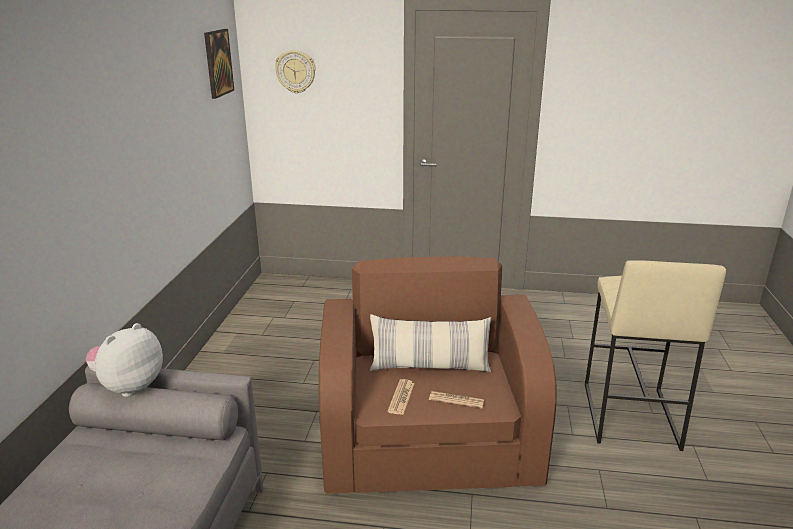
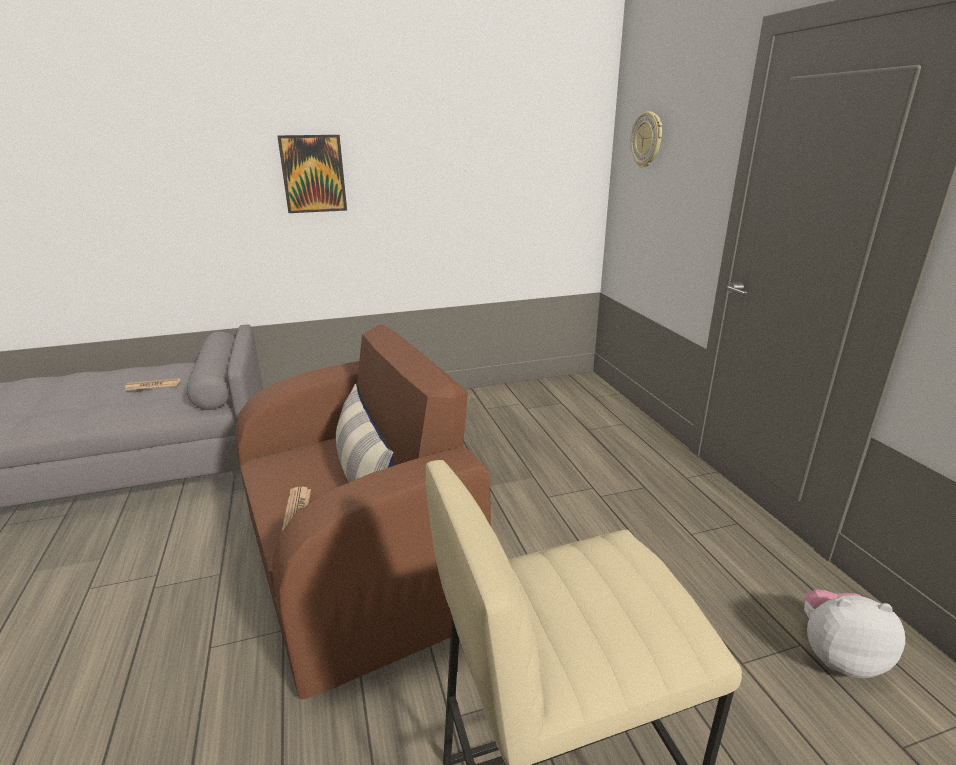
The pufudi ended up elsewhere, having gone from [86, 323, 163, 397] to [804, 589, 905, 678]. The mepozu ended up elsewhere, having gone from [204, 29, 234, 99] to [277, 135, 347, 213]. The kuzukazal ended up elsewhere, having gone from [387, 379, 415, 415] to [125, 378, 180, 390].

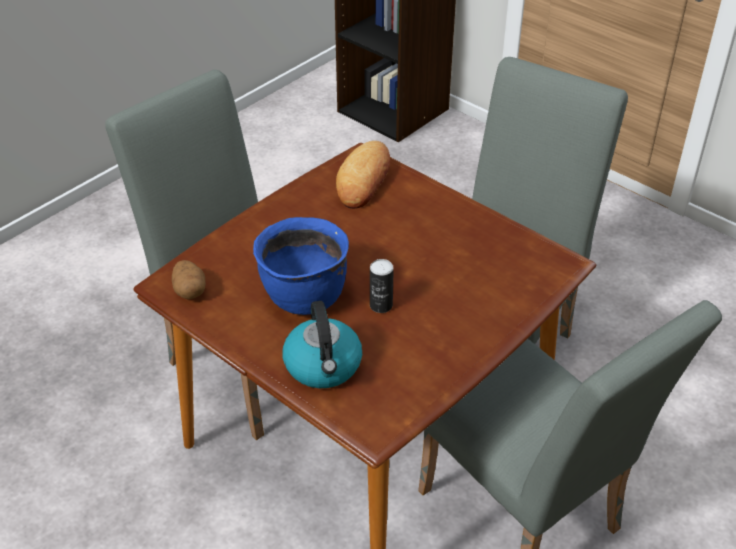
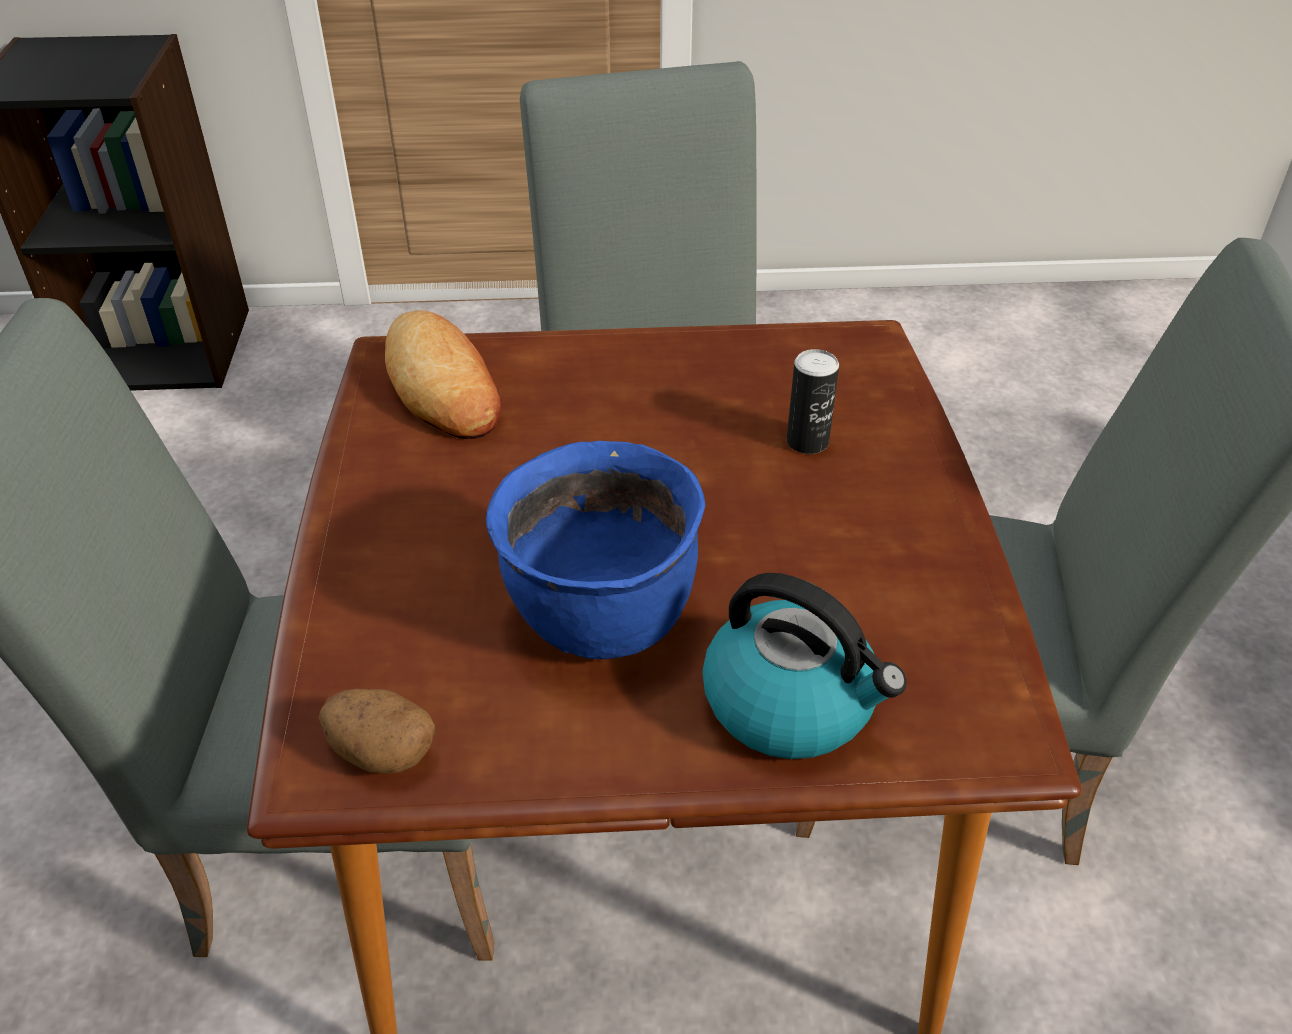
The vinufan ended up elsewhere, having gone from [370, 259, 394, 313] to [787, 349, 839, 454].

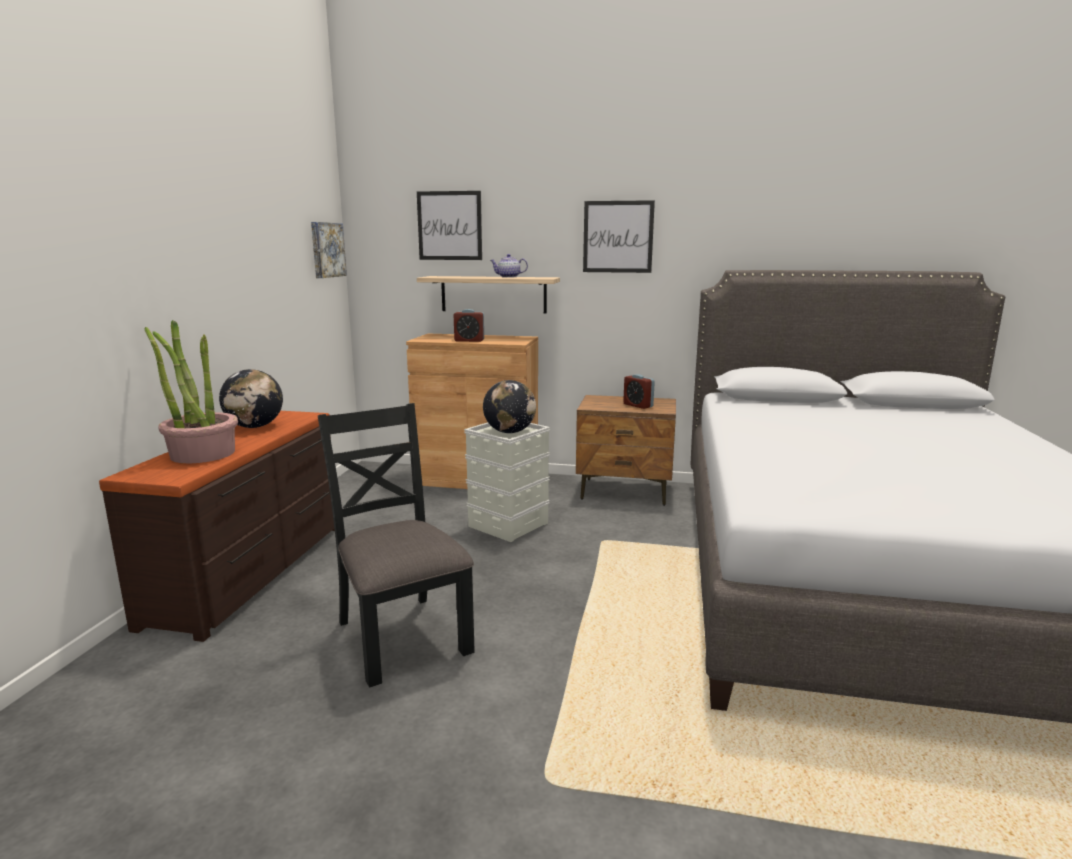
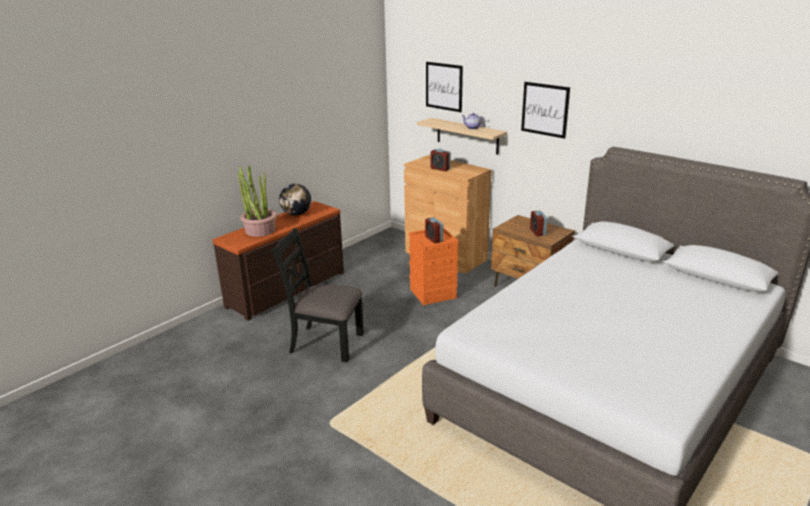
The second view lost the mepozu at [311, 222, 347, 278]. The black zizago at [318, 403, 475, 688] ended up facing another way, 75 degrees counterclockwise from before. What was the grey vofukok at [464, 422, 550, 542] turned into the orange vofukok at [409, 227, 459, 306]. Where the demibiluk stood at [483, 380, 536, 433], the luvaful came to stand at [425, 217, 443, 243].

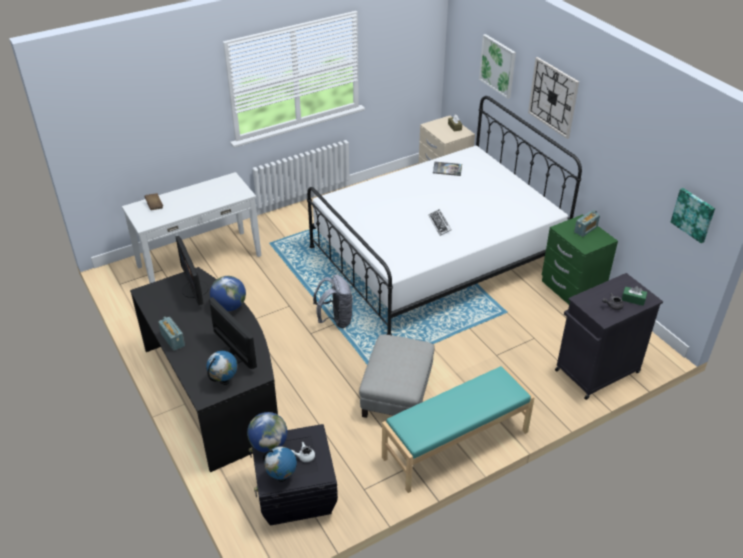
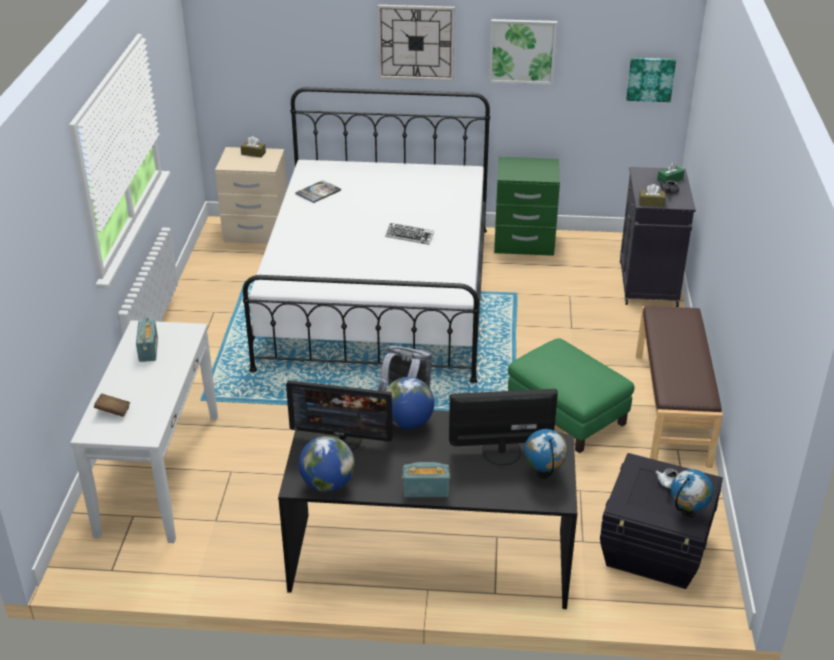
The demibiluk ended up elsewhere, having gone from [247, 412, 287, 453] to [299, 436, 355, 492]. What was the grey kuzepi at [359, 334, 435, 418] turned into the green kuzepi at [508, 338, 634, 453]. What was the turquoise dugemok at [382, 366, 535, 493] turned into the brown dugemok at [636, 306, 723, 468]. The mepozu ended up elsewhere, having gone from [479, 34, 516, 99] to [489, 19, 557, 85]. The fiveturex ended up elsewhere, having gone from [574, 210, 600, 237] to [136, 318, 158, 362]. The second view gained the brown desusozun at [639, 184, 666, 207].

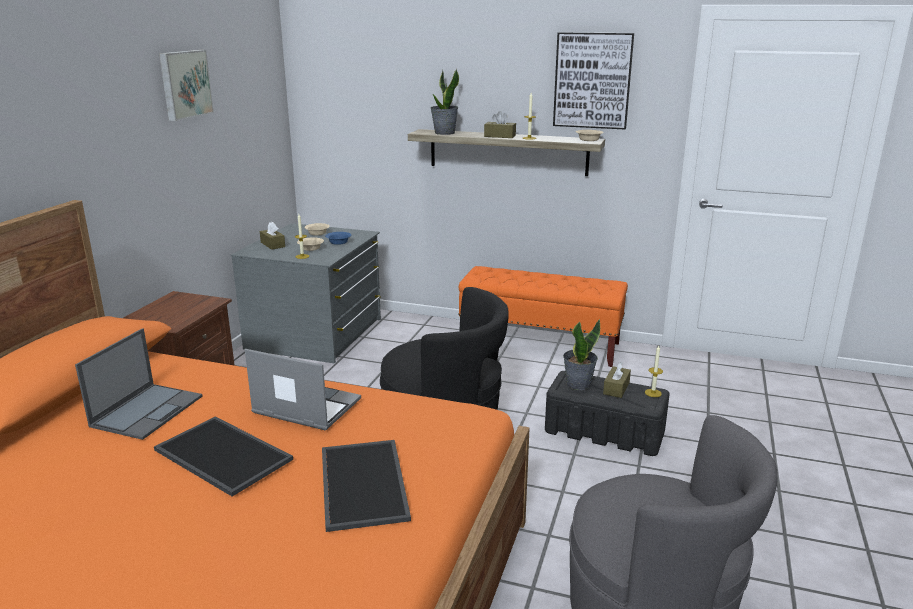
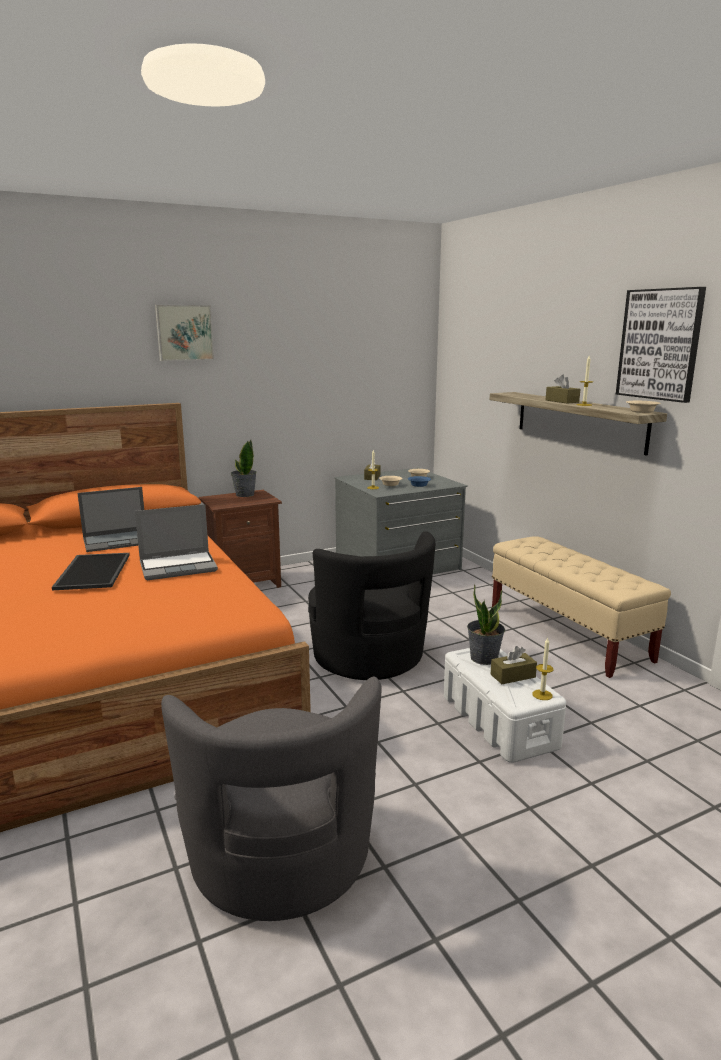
The mepozu ended up elsewhere, having gone from [159, 50, 214, 121] to [155, 305, 214, 361]. The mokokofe at [245, 349, 361, 430] ended up facing another way, 90 degrees clockwise from before. The second view lost the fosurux at [322, 440, 411, 532]. The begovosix ended up elsewhere, having gone from [431, 69, 459, 135] to [231, 440, 257, 497]. What was the orange dugemok at [458, 266, 628, 367] turned into the beige dugemok at [492, 536, 671, 678]. What was the black vofukok at [545, 371, 670, 456] turned into the white vofukok at [444, 648, 566, 763].

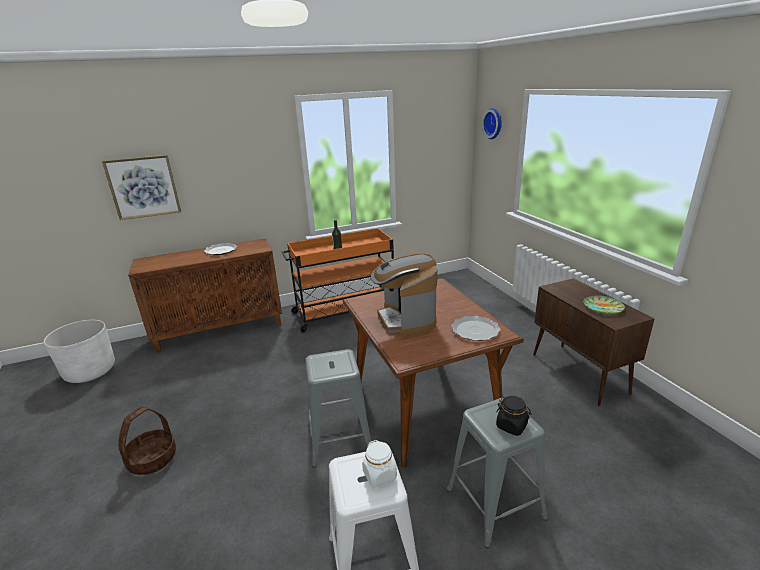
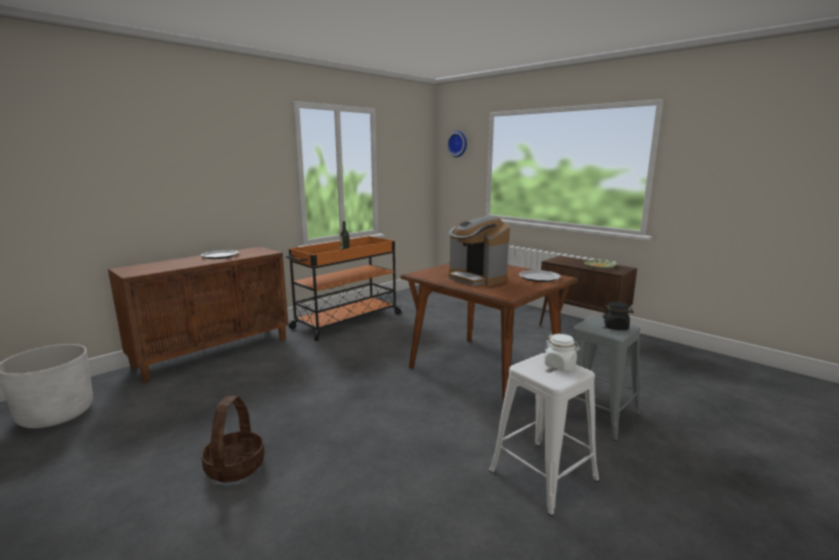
The second view lost the mepozu at [102, 155, 181, 220]. The second view lost the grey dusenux at [305, 349, 371, 468].

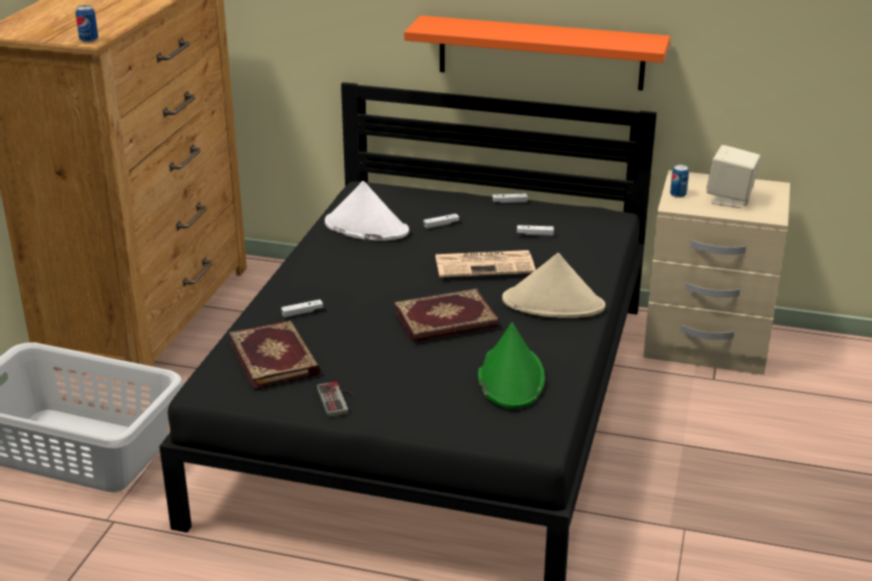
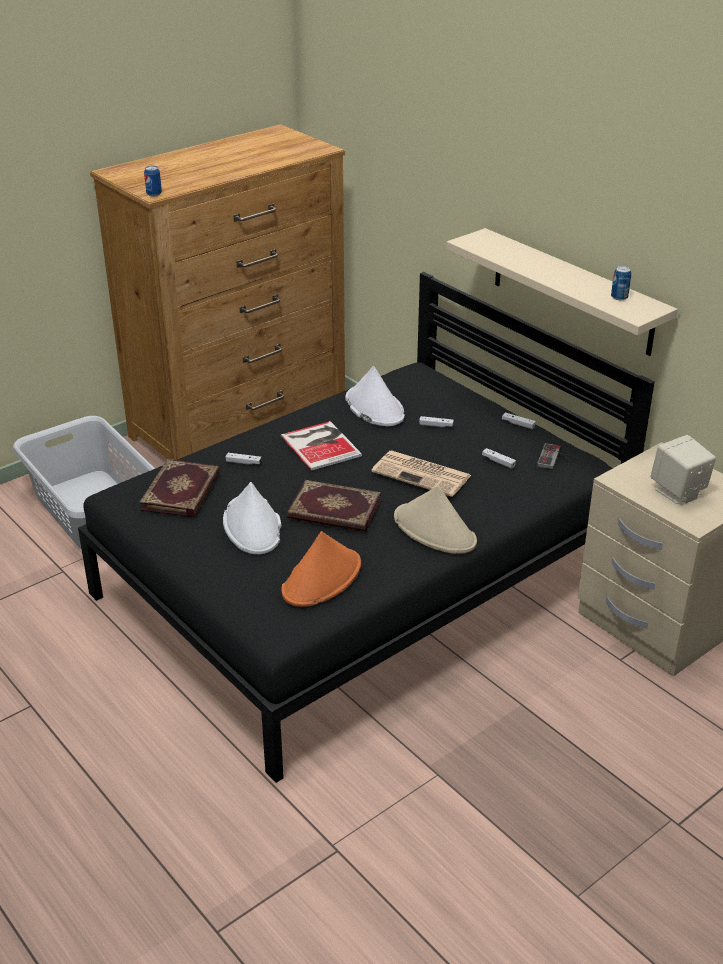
The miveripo ended up elsewhere, having gone from [317, 382, 355, 417] to [537, 443, 567, 470]. What was the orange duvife at [404, 15, 670, 91] turned into the beige duvife at [446, 228, 678, 356]. What was the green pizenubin at [478, 322, 545, 409] turned into the orange pizenubin at [281, 531, 361, 607]. The vinufan ended up elsewhere, having gone from [670, 165, 689, 198] to [611, 266, 631, 300]. The second view gained the white pizenubin at [223, 482, 281, 554]. The second view gained the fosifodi at [281, 421, 362, 471].

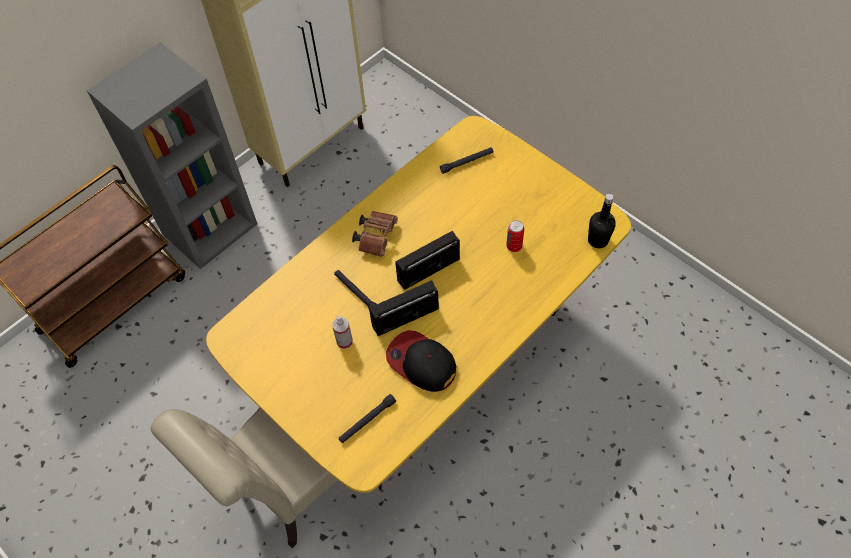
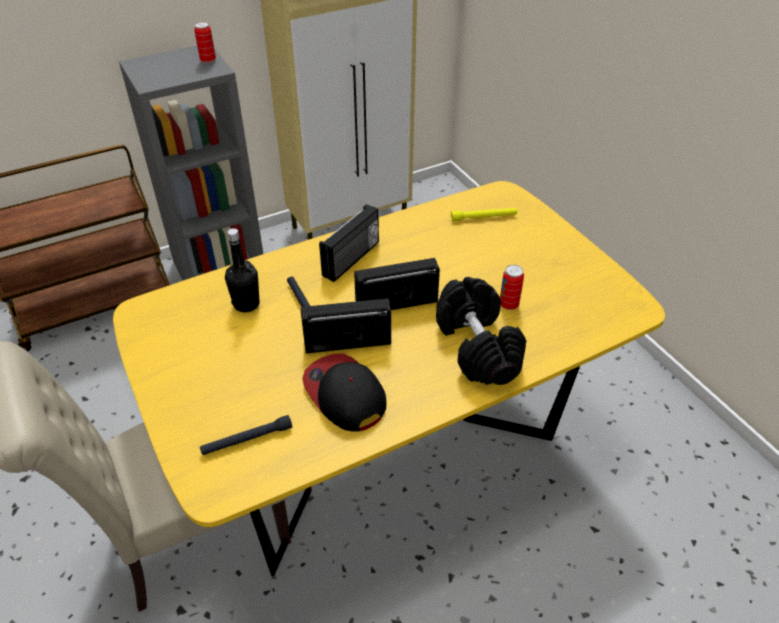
The second view lost the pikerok at [332, 315, 353, 349]. Where the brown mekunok stood at [352, 211, 398, 257], the fiveturex came to stand at [319, 204, 379, 282]. What was the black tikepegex at [440, 147, 493, 174] turned into the yellow tikepegex at [451, 208, 517, 221]. The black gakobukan ended up elsewhere, having gone from [588, 193, 616, 248] to [225, 228, 260, 312]. The second view gained the vinufan at [194, 22, 216, 63]. The second view gained the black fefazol at [436, 277, 526, 385].

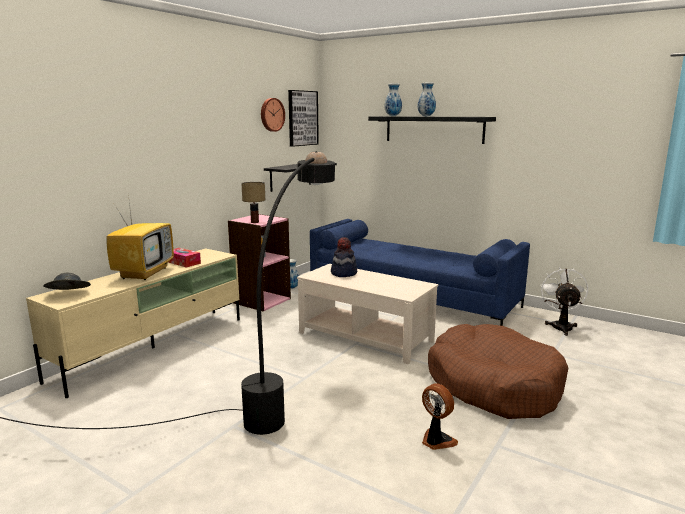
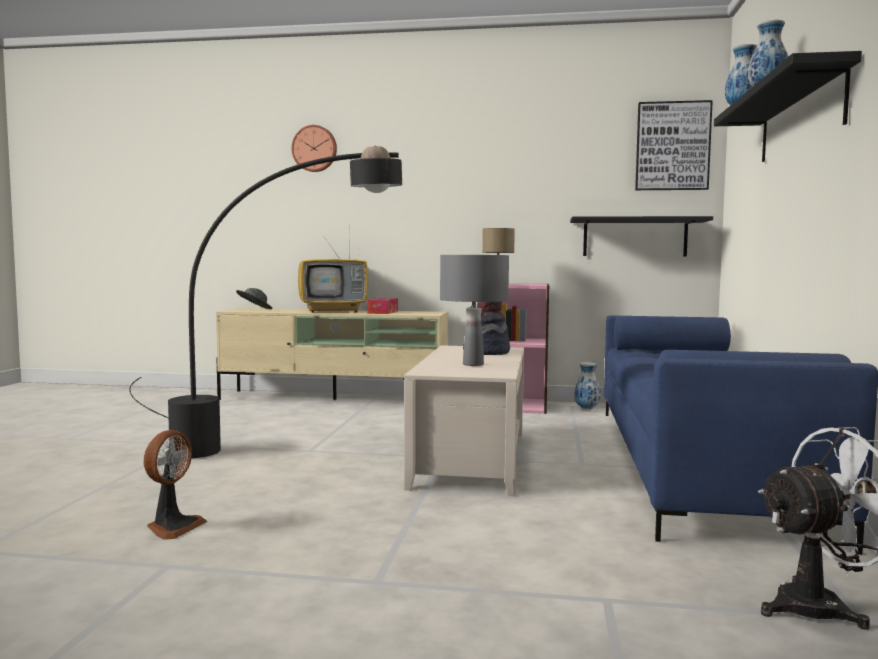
The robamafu ended up elsewhere, having gone from [261, 98, 285, 132] to [291, 125, 337, 172]. The second view lost the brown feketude at [428, 324, 568, 419]. The second view gained the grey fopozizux at [440, 255, 509, 366].

